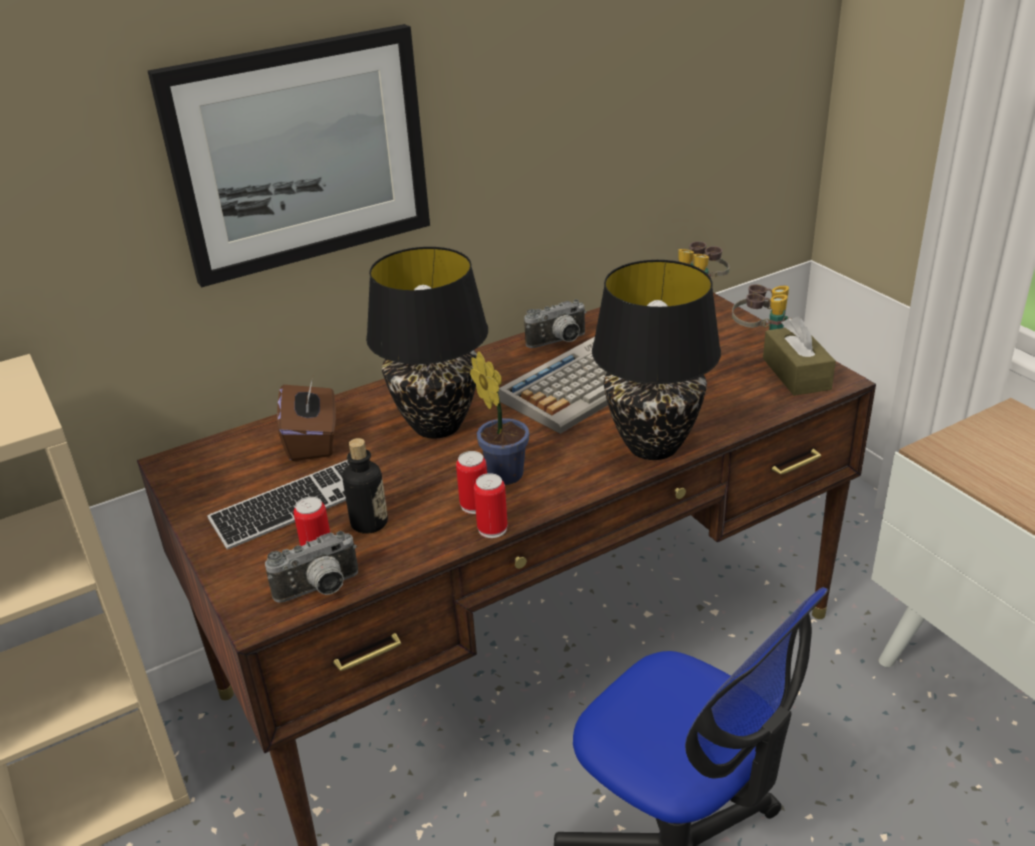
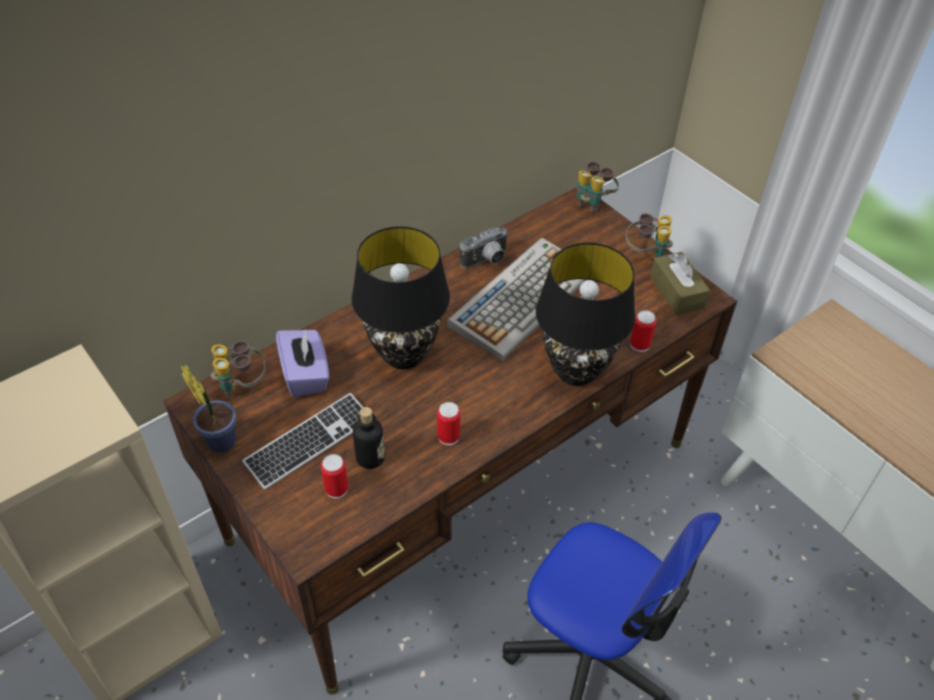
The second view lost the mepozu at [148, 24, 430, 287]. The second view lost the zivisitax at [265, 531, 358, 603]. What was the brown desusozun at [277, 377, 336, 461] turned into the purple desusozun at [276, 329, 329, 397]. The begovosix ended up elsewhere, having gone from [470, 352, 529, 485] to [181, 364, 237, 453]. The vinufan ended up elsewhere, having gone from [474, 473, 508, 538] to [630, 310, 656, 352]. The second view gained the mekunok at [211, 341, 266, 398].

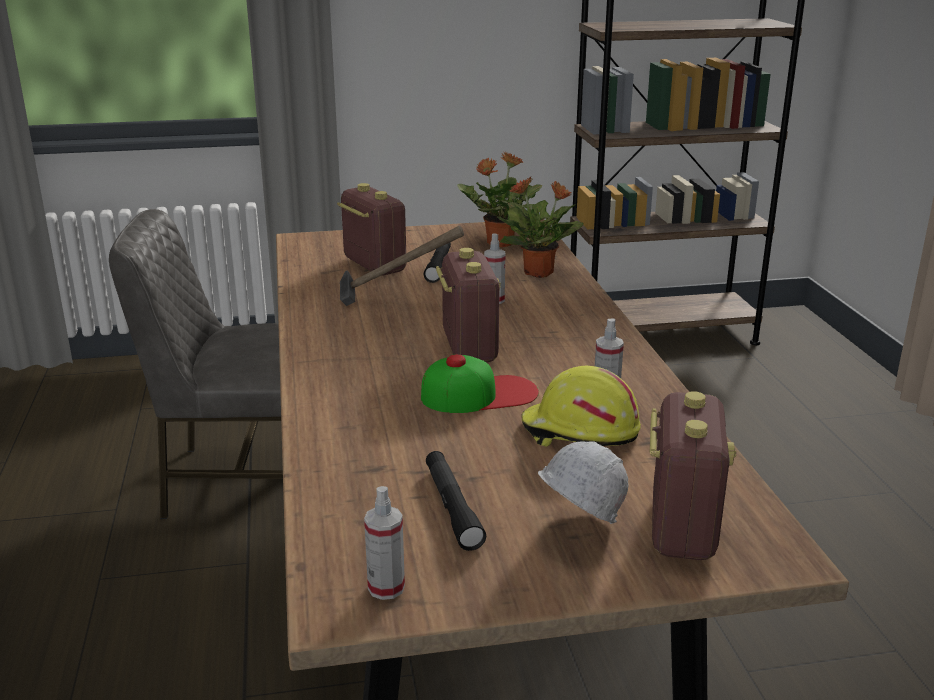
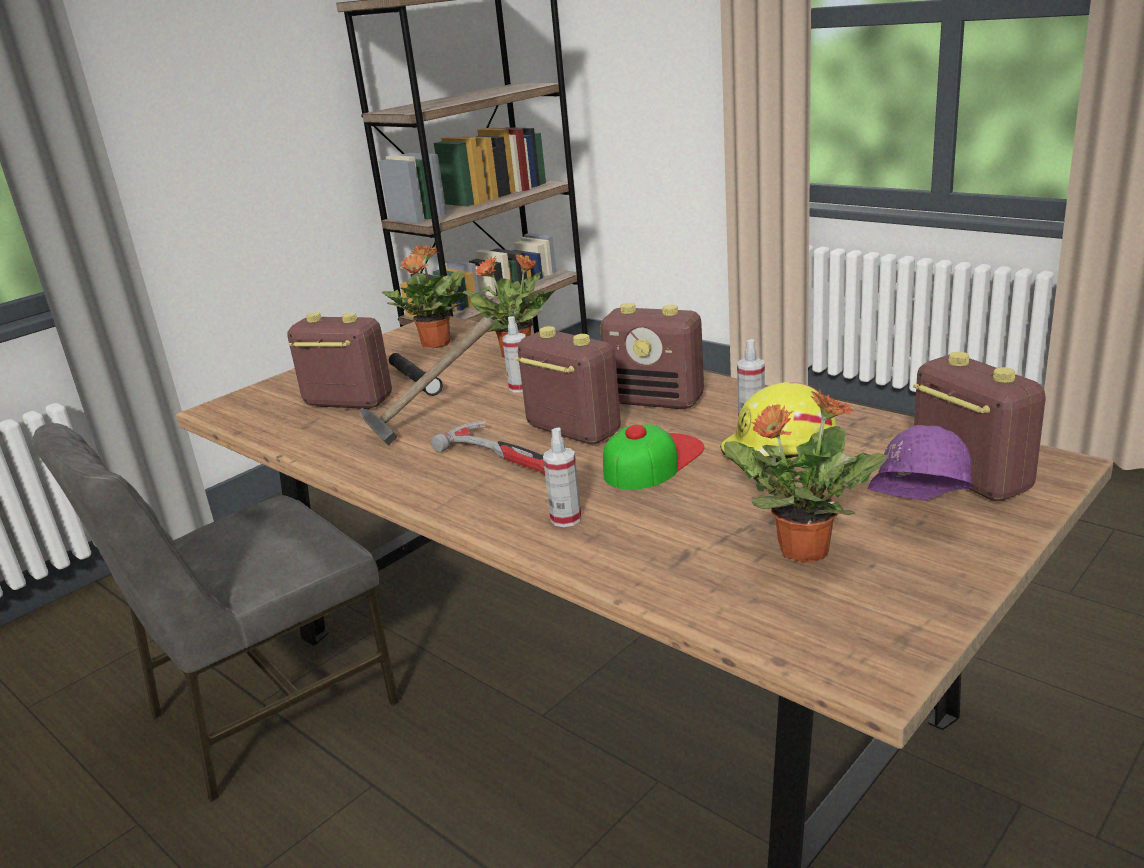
The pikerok ended up elsewhere, having gone from [364, 486, 405, 600] to [543, 428, 581, 527]. Where the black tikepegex stood at [426, 451, 486, 551], the begovosix came to stand at [724, 388, 887, 563]. What was the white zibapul at [538, 441, 628, 524] turned into the purple zibapul at [868, 425, 974, 501]. The second view gained the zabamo at [431, 421, 545, 475]. The second view gained the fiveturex at [600, 303, 704, 409].

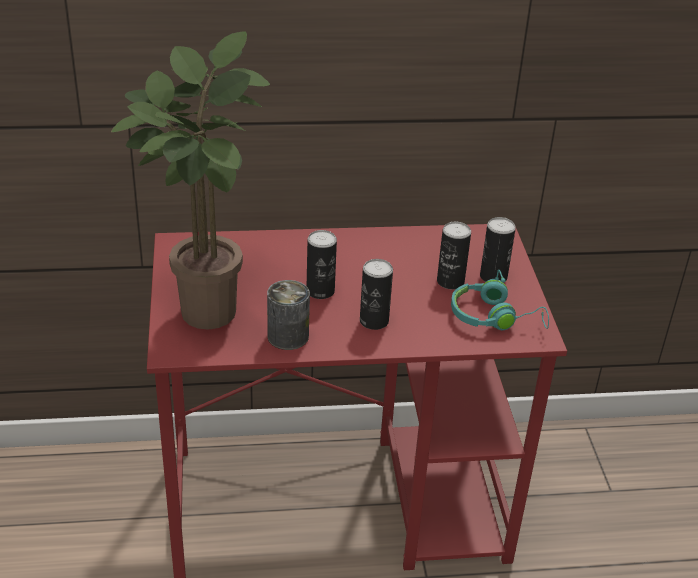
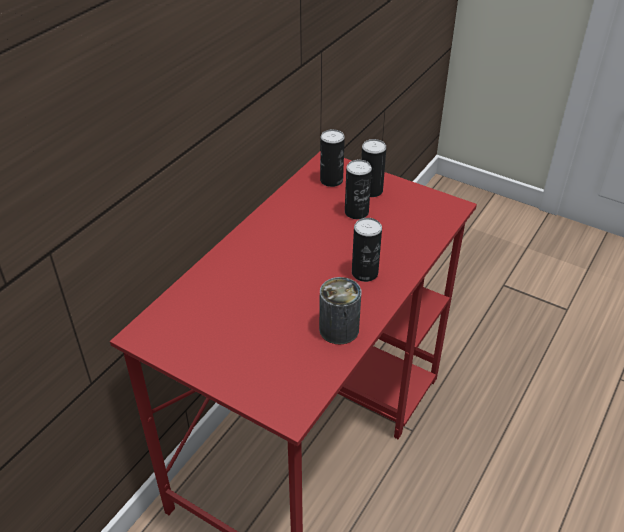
The second view lost the begovosix at [111, 32, 270, 330]. The vinufan ended up elsewhere, having gone from [307, 230, 337, 299] to [320, 129, 345, 187]. The second view lost the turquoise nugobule at [451, 270, 549, 330].

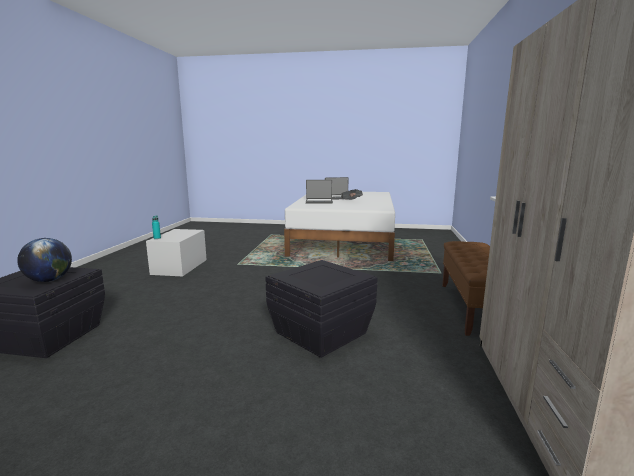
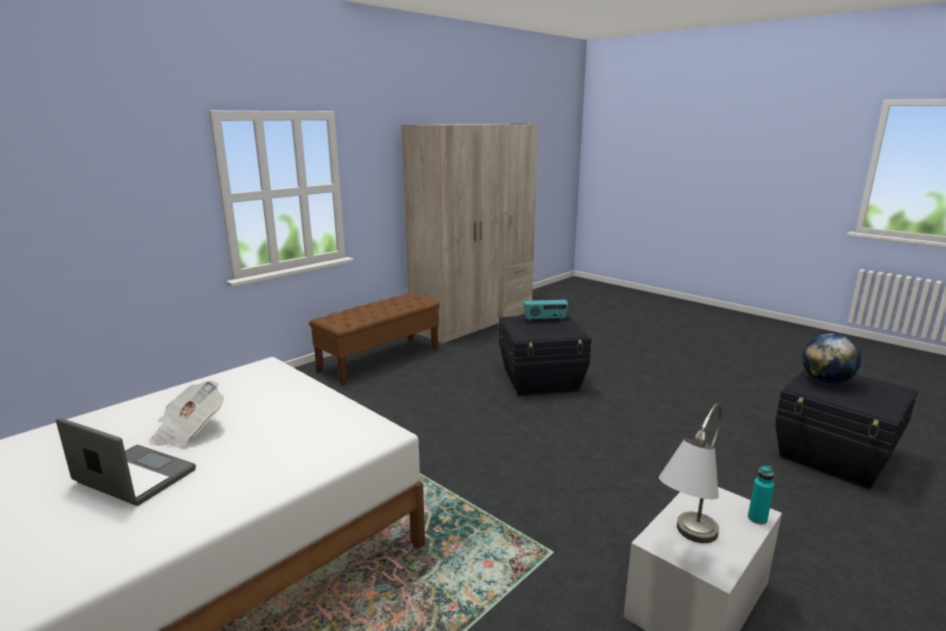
The second view lost the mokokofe at [306, 180, 333, 204]. The second view gained the fiveturex at [524, 300, 568, 321]. The second view gained the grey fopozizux at [659, 403, 722, 543].

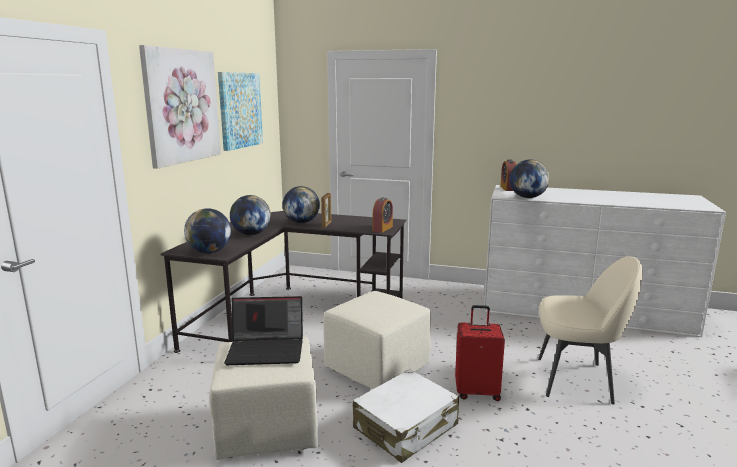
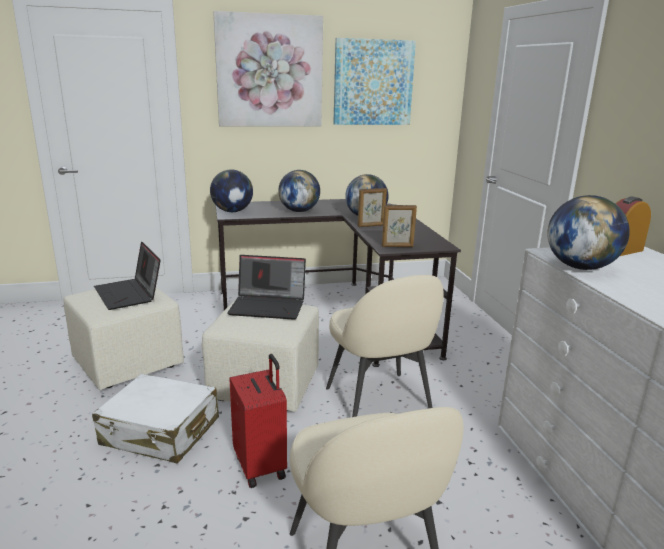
Where the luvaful stood at [373, 197, 393, 233], the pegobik came to stand at [382, 205, 417, 247]. The second view gained the mokokofe at [227, 255, 306, 320]. The second view gained the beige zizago at [326, 275, 444, 417].

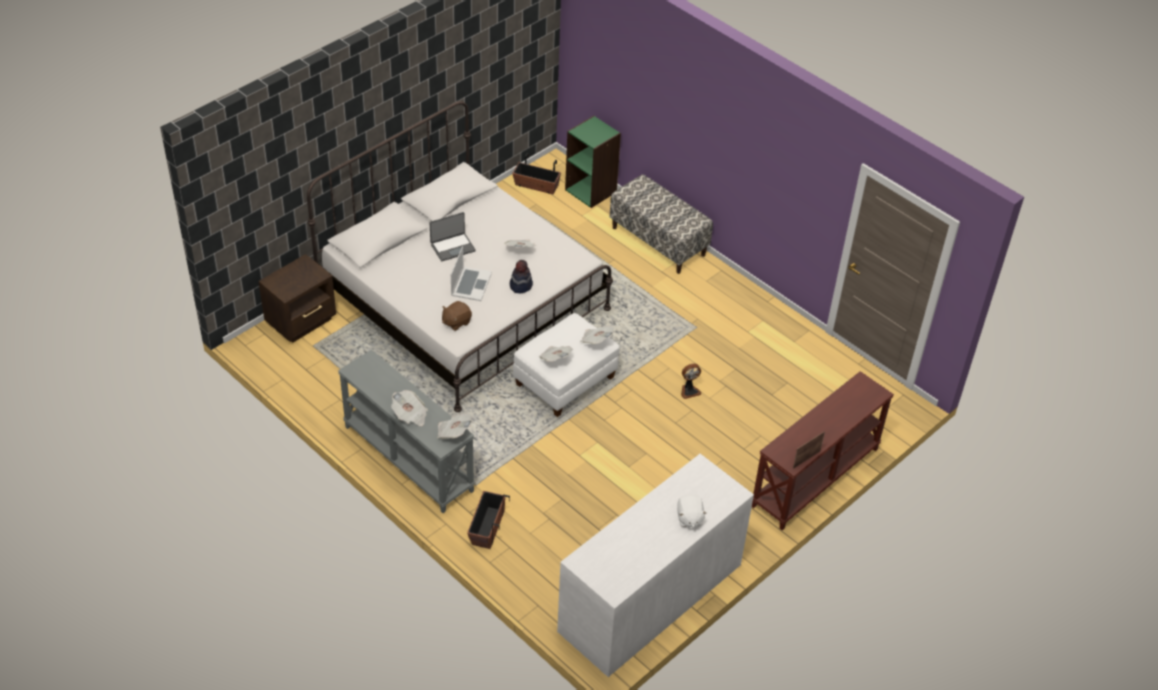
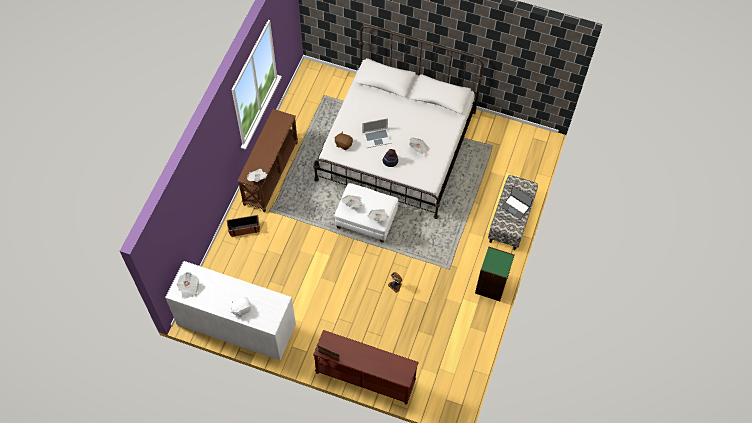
The second view lost the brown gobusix at [258, 254, 336, 343]. What was the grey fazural at [338, 350, 475, 513] turned into the brown fazural at [237, 109, 298, 212]. The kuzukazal ended up elsewhere, having gone from [391, 390, 428, 426] to [177, 272, 199, 299]. The mokokofe ended up elsewhere, having gone from [430, 212, 476, 261] to [501, 185, 533, 220]. The second view lost the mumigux at [512, 153, 561, 194]. The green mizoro ended up elsewhere, having gone from [565, 116, 621, 208] to [475, 247, 514, 301].

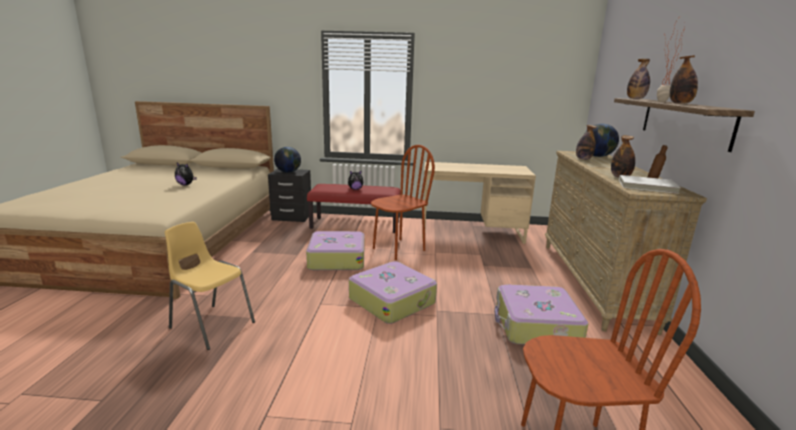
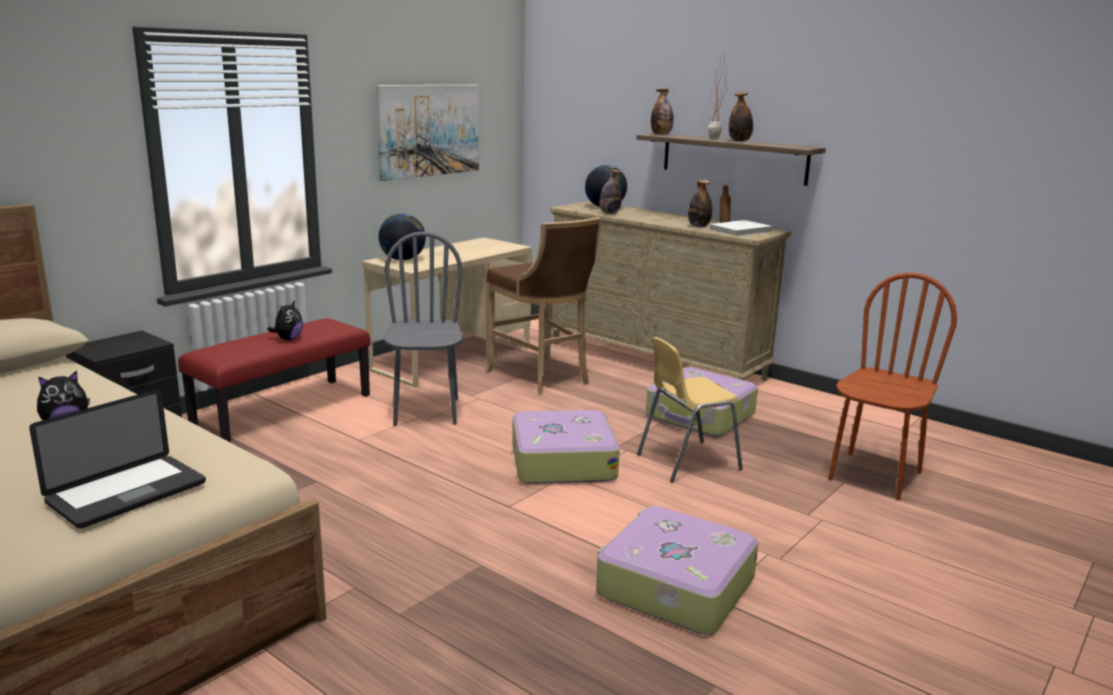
The yellow zizago ended up elsewhere, having gone from [165, 222, 255, 350] to [637, 337, 743, 483]. The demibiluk ended up elsewhere, having gone from [274, 147, 301, 173] to [378, 214, 426, 260]. The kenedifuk ended up elsewhere, having gone from [306, 231, 364, 270] to [596, 506, 759, 634]. What was the brown zizago at [371, 145, 435, 260] turned into the grey zizago at [384, 232, 463, 426]. The second view gained the mokokofe at [29, 389, 206, 529]. The second view gained the mepozu at [376, 85, 479, 181]. The second view gained the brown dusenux at [485, 217, 602, 395].

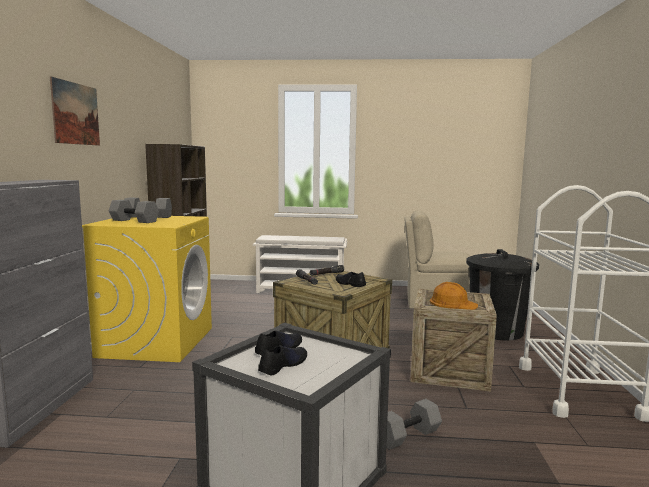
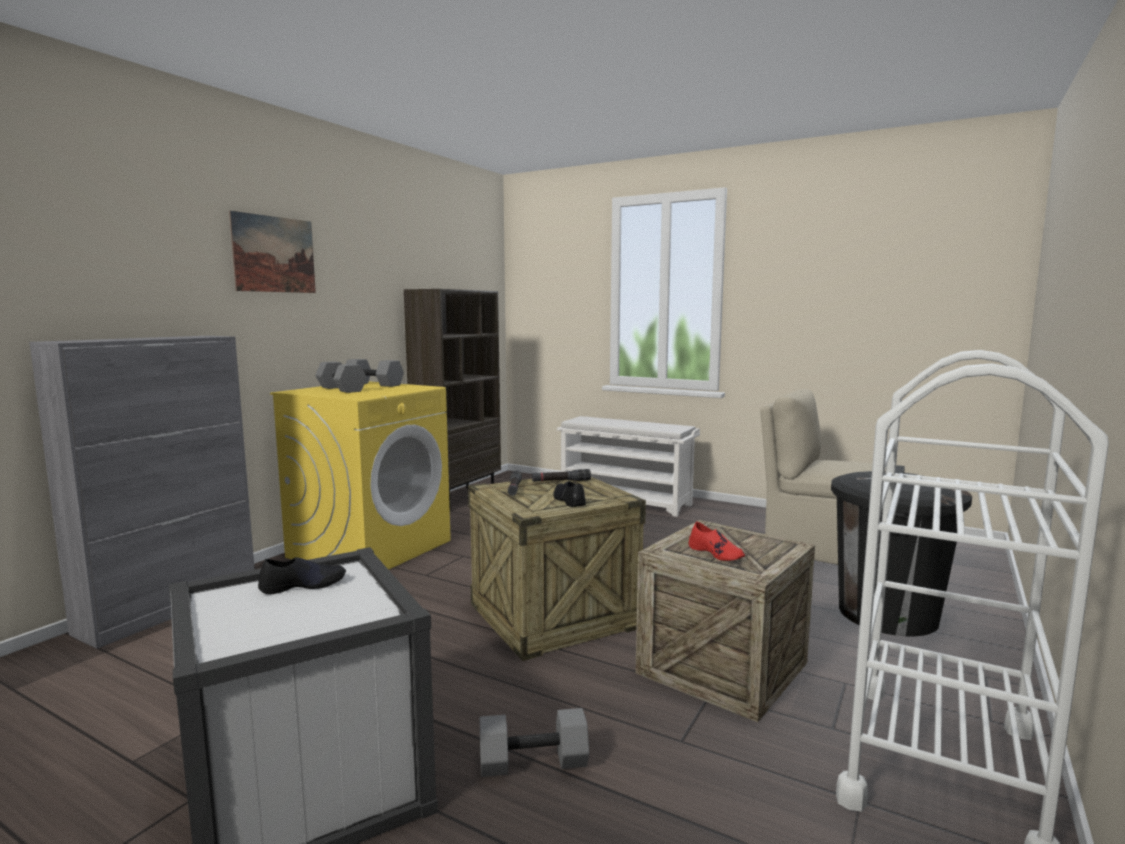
The second view lost the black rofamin at [258, 345, 307, 375]. Where the orange zibapul stood at [430, 282, 478, 310], the red rofamin came to stand at [689, 522, 745, 561].

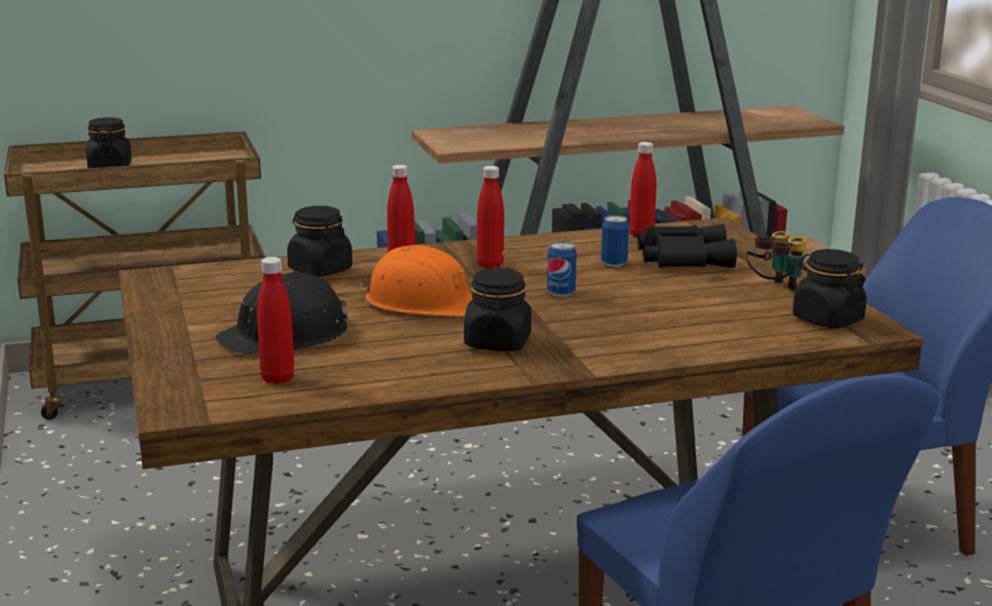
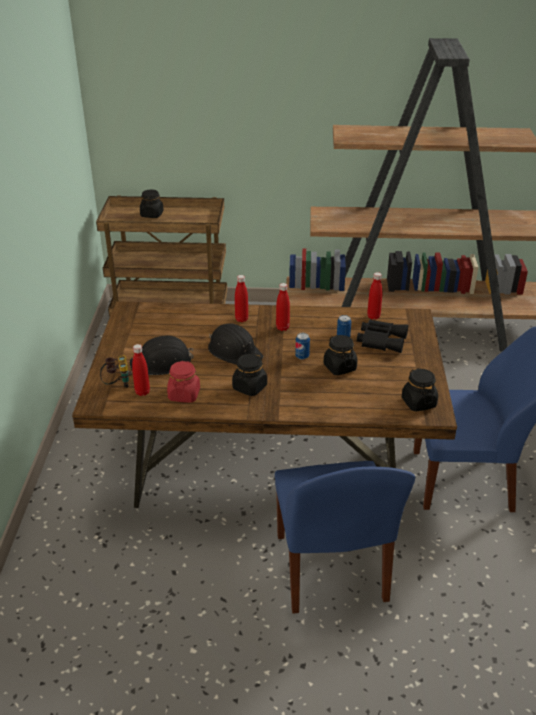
The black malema ended up elsewhere, having gone from [287, 206, 352, 277] to [323, 335, 357, 375]. What was the orange zibapul at [360, 245, 473, 317] turned into the black zibapul at [208, 323, 263, 364]. The mekunok ended up elsewhere, having gone from [746, 231, 806, 291] to [100, 355, 132, 388]. The second view gained the red malema at [167, 361, 200, 403].

